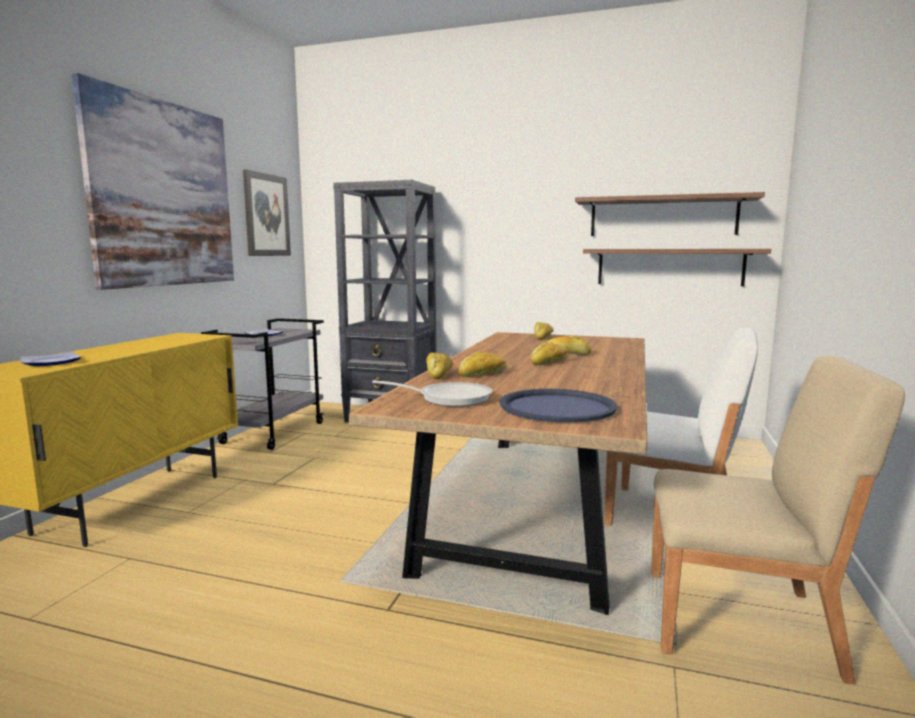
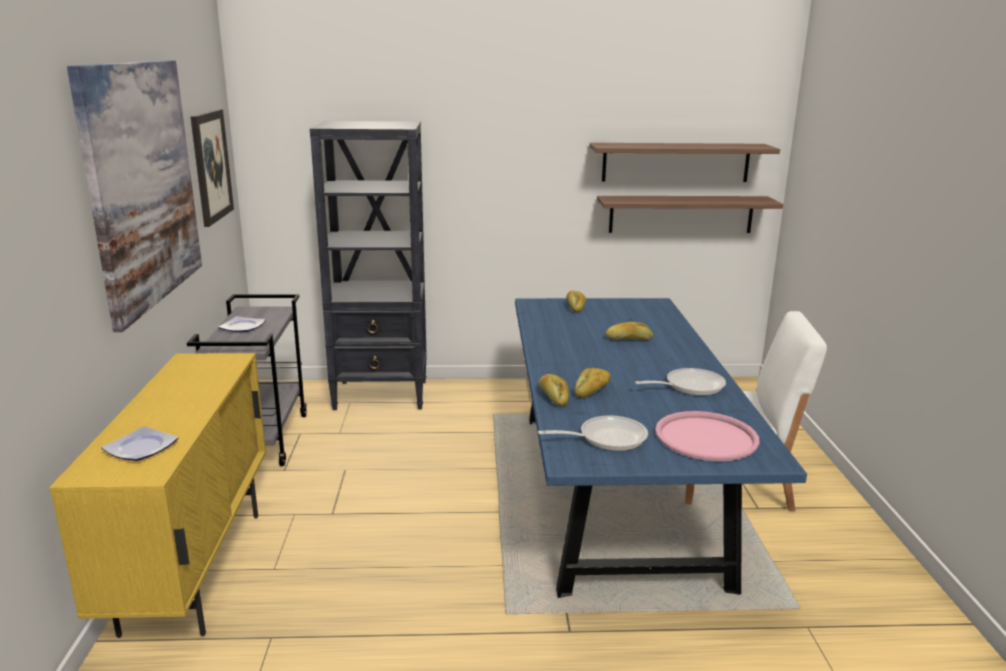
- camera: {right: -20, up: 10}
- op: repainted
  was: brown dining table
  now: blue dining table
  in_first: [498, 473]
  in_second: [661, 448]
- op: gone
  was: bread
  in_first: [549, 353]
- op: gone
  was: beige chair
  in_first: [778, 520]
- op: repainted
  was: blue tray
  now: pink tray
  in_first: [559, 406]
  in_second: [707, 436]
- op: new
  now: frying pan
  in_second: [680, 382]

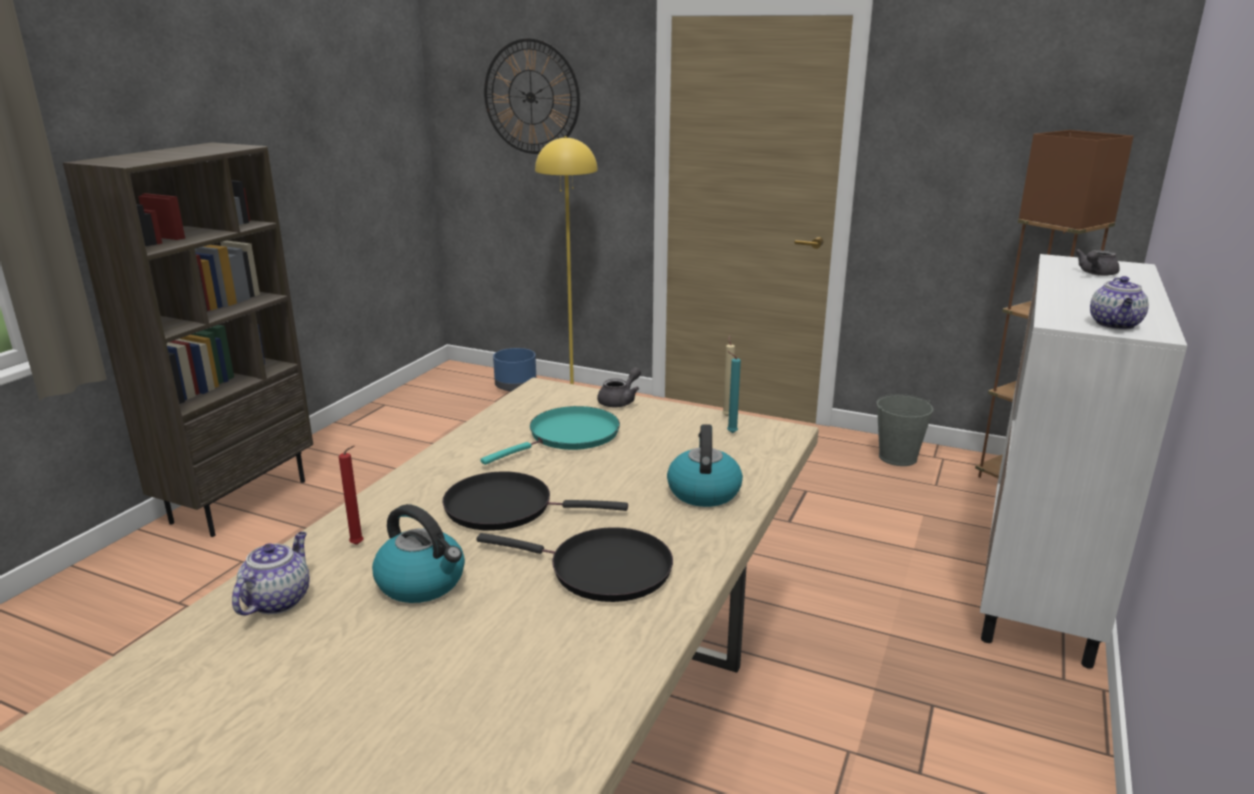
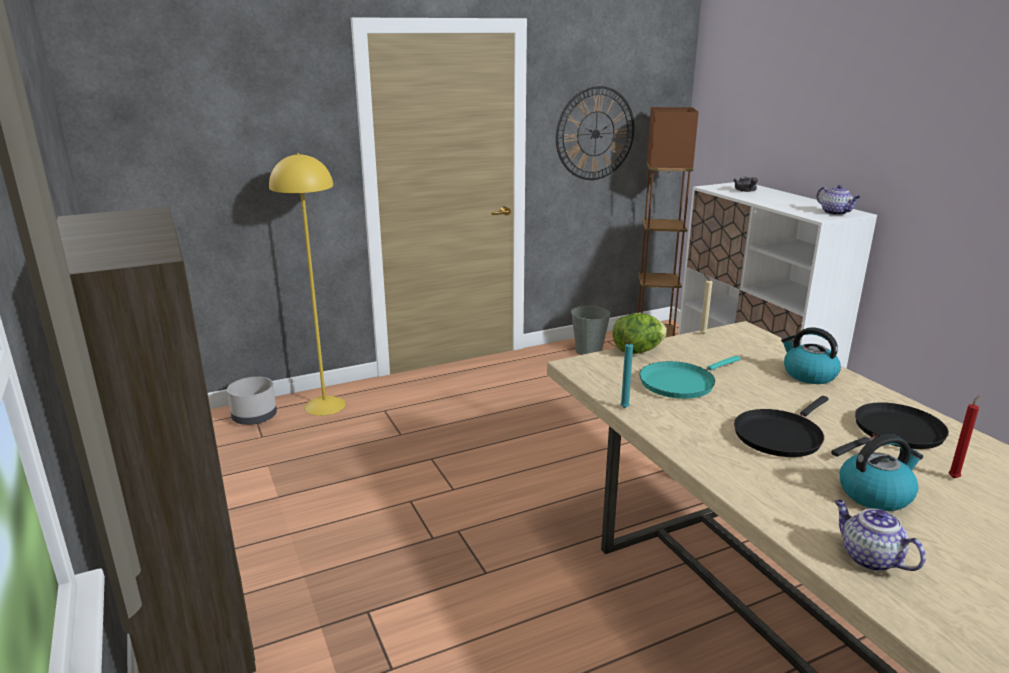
- camera: {right: -50, up: 0}
- op: shifted
  was: wall clock
  in_first: [532, 96]
  in_second: [595, 133]
- op: repainted
  was: blue planter
  now: grey planter
  in_first: [514, 370]
  in_second: [252, 401]
- op: shifted
  was: turquoise candle
  in_first: [734, 392]
  in_second: [626, 374]
- op: swapped
  was: grey teapot
  now: lettuce
  in_first: [619, 387]
  in_second: [639, 333]
- op: rotated
  was: turquoise frying pan
  in_first: [550, 435]
  in_second: [690, 377]
  clockwise: -120
- op: shifted
  was: red candle
  in_first: [351, 495]
  in_second: [964, 436]

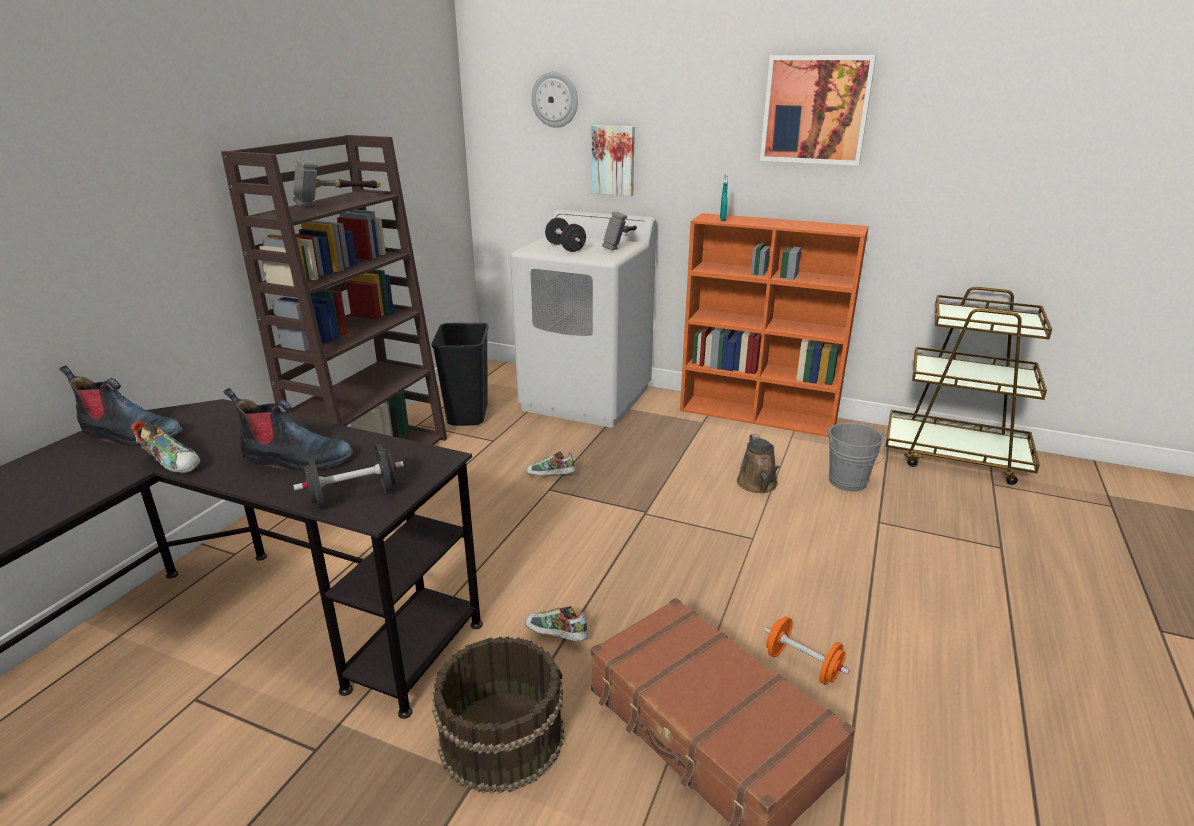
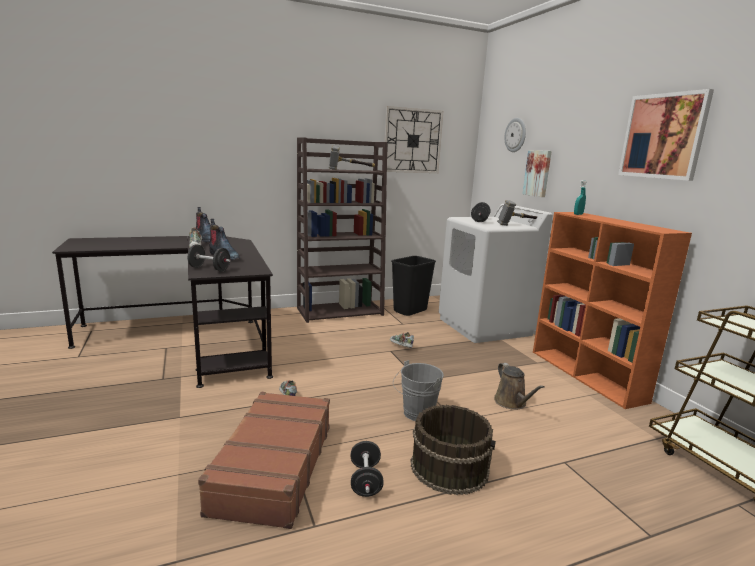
- camera: {right: 45, up: -10}
- op: shifted
  was: grey bucket
  in_first: [857, 457]
  in_second: [418, 390]
- op: rotated
  was: brown watering can
  in_first: [758, 463]
  in_second: [519, 386]
  clockwise: -60
- op: repainted
  was: orange dumbbell
  now: black dumbbell
  in_first: [807, 650]
  in_second: [367, 469]
- op: shifted
  was: brown bucket
  in_first: [498, 715]
  in_second: [453, 450]
- op: new
  now: wall clock
  in_second: [413, 139]

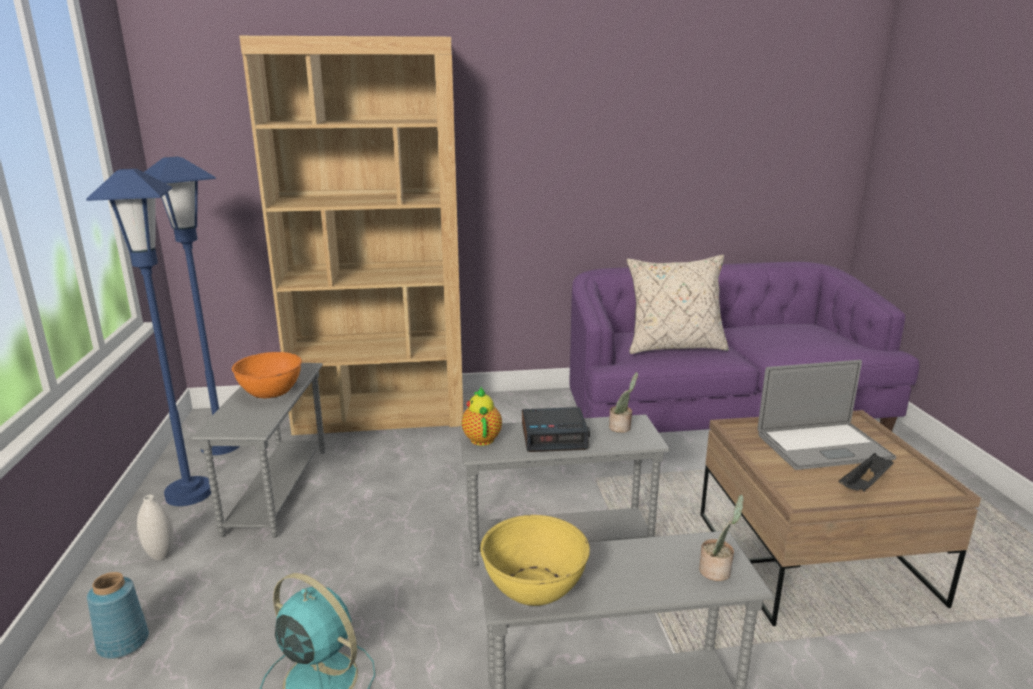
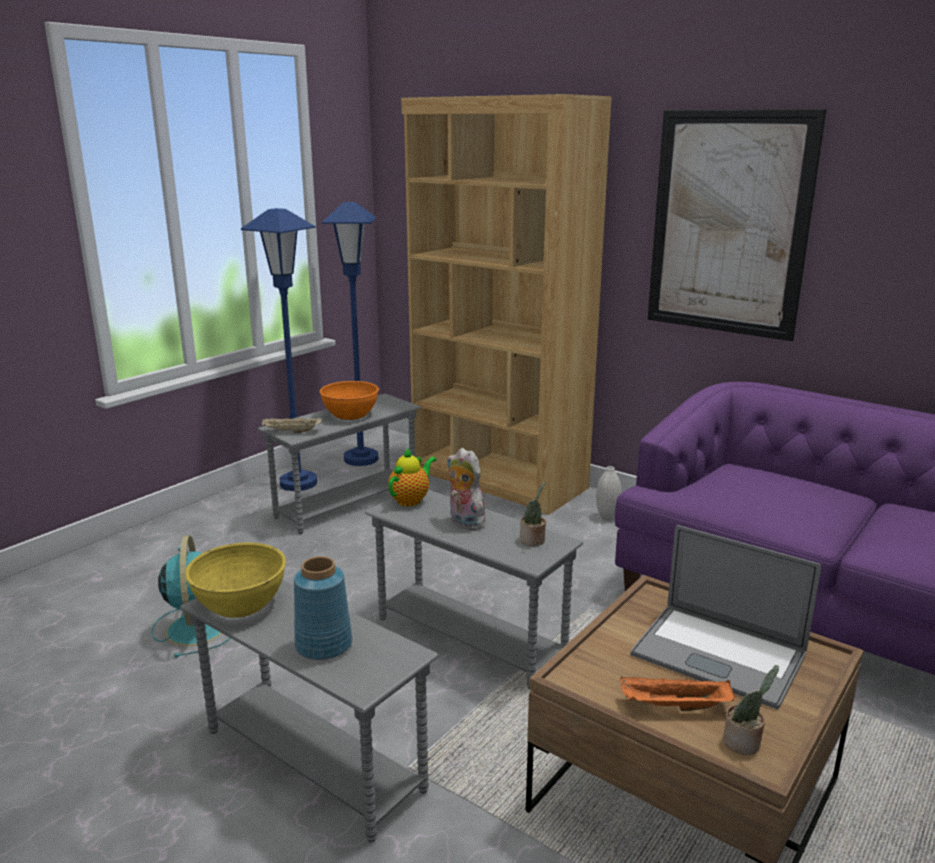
- camera: {right: 45, up: 0}
- op: gone
  was: beige pillow
  in_first: [678, 304]
- op: swapped
  was: alarm clock
  now: plush toy
  in_first: [556, 429]
  in_second: [469, 489]
- op: repainted
  was: black tray
  now: orange tray
  in_first: [866, 472]
  in_second: [677, 693]
- op: shifted
  was: white vase
  in_first: [155, 527]
  in_second: [609, 493]
- op: shifted
  was: potted plant
  in_first: [721, 538]
  in_second: [751, 710]
- op: shifted
  was: blue vase
  in_first: [118, 615]
  in_second: [323, 608]
- op: new
  now: picture
  in_second: [737, 225]
- op: new
  now: beige tray
  in_second: [292, 425]

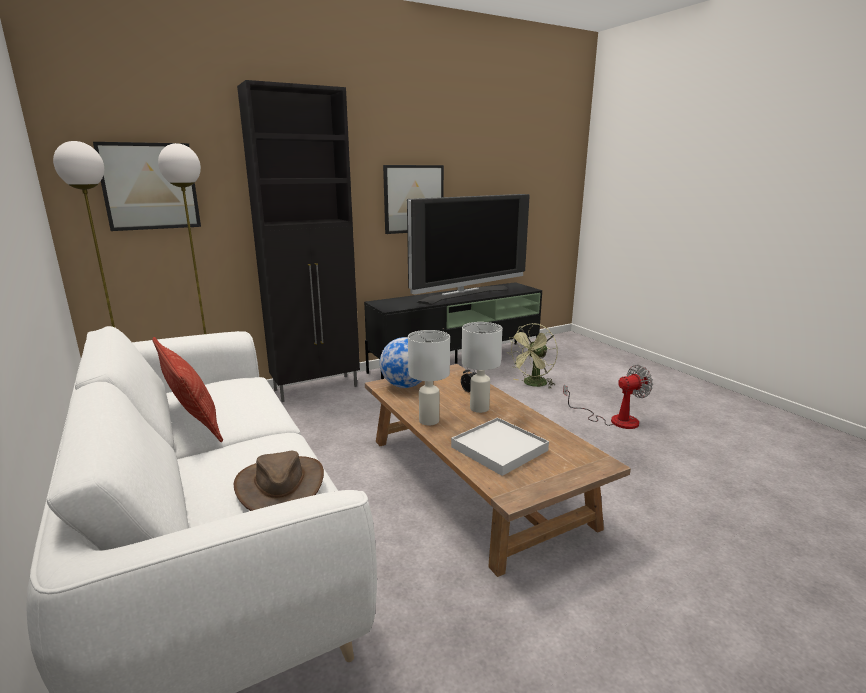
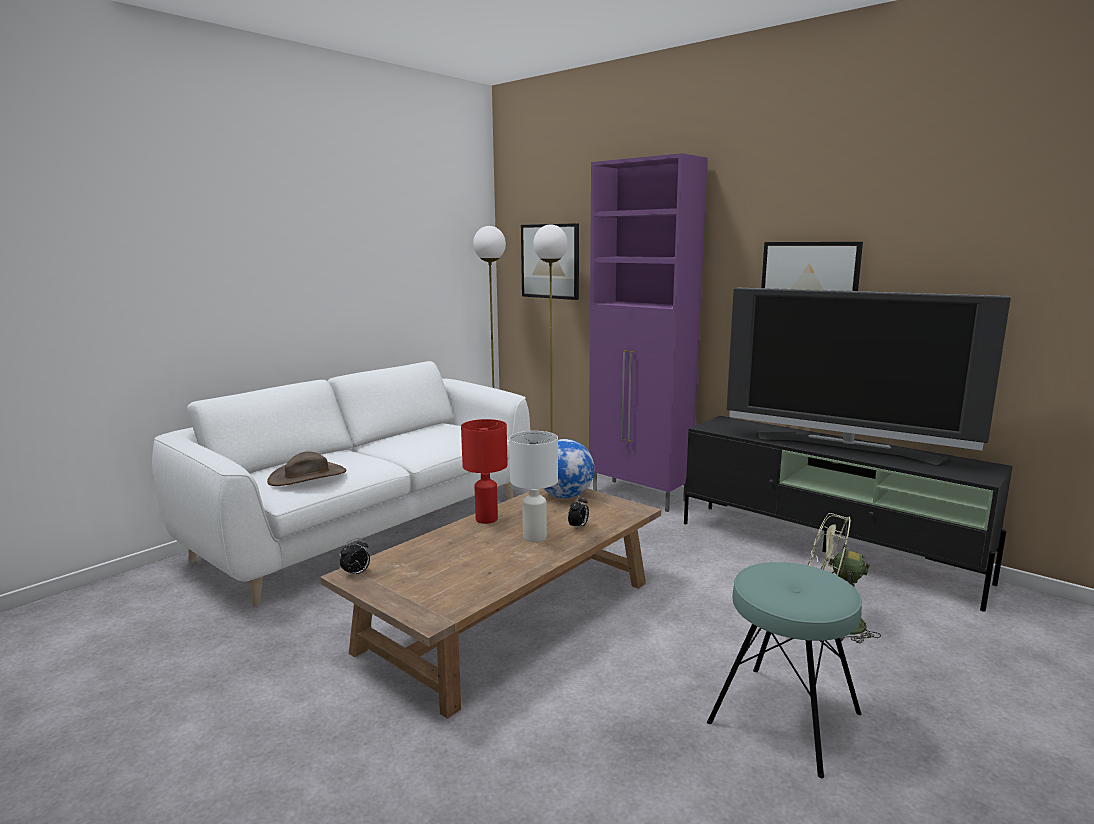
- camera: {right: 70, up: -5}
- op: repainted
  was: black cabinet
  now: purple cabinet
  in_first: [298, 241]
  in_second: [648, 332]
- op: repainted
  was: white table lamp
  now: red table lamp
  in_first: [429, 377]
  in_second: [484, 471]
- op: gone
  was: pillow
  in_first: [187, 389]
- op: swapped
  was: fan
  now: turquoise stool
  in_first: [608, 397]
  in_second: [784, 670]
- op: gone
  was: white tray
  in_first: [500, 446]
- op: new
  now: alarm clock
  in_second: [355, 557]

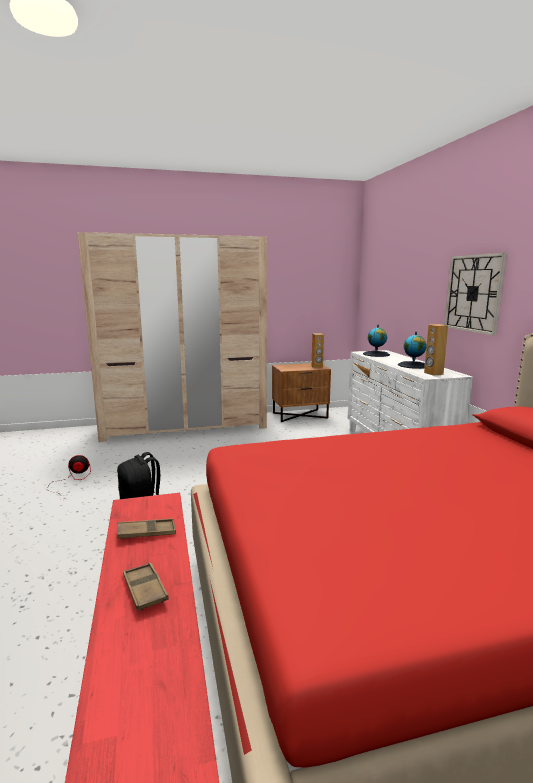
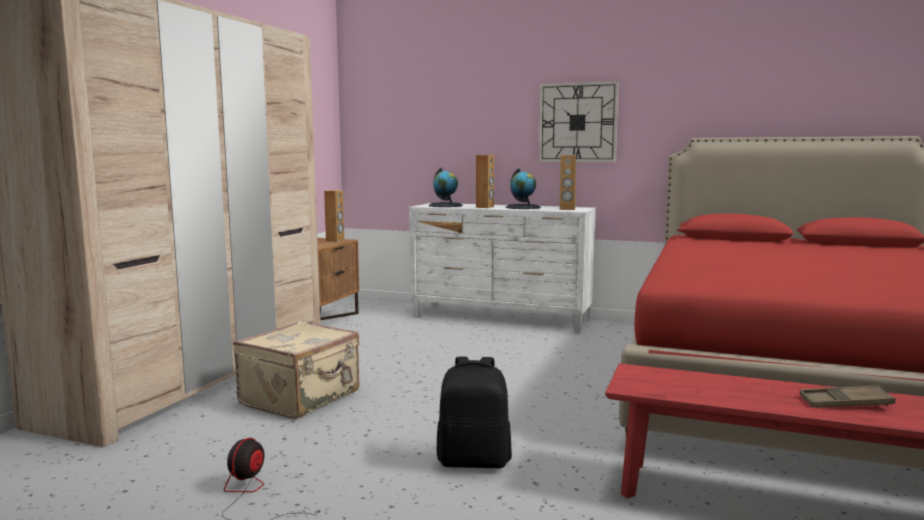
- camera: {right: -55, up: -5}
- op: gone
  was: brown tray
  in_first: [146, 529]
- op: new
  now: brown speaker
  in_second: [485, 181]
- op: new
  now: beige suitcase
  in_second: [296, 370]

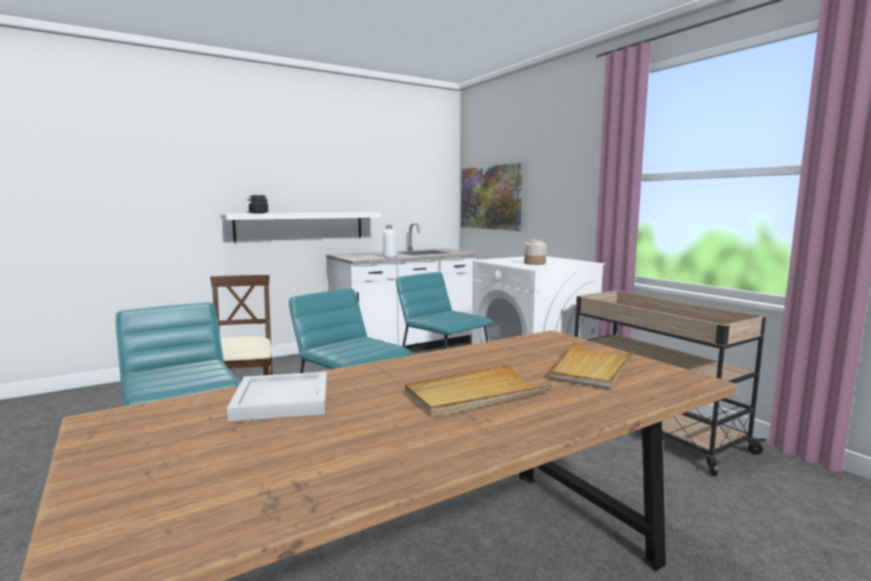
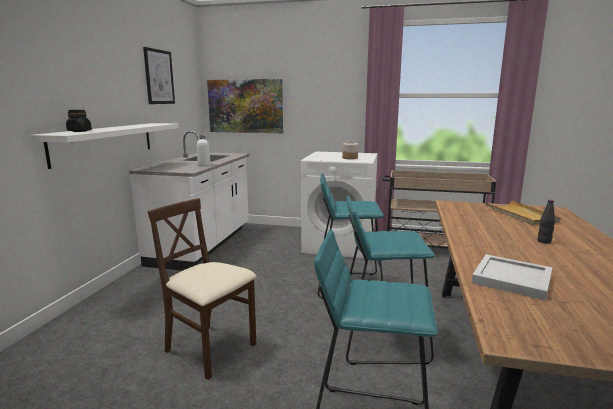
- camera: {right: -45, up: 5}
- op: swapped
  was: beige tray
  now: black bottle
  in_first: [478, 390]
  in_second: [546, 222]
- op: new
  now: picture
  in_second: [159, 75]

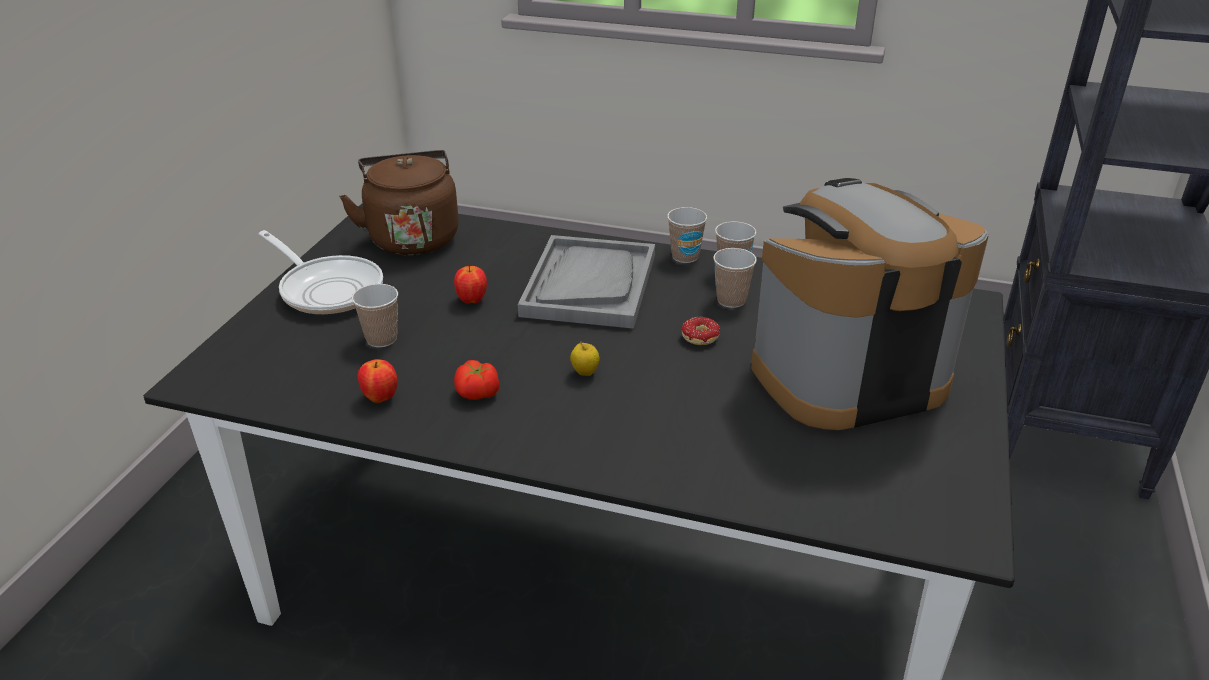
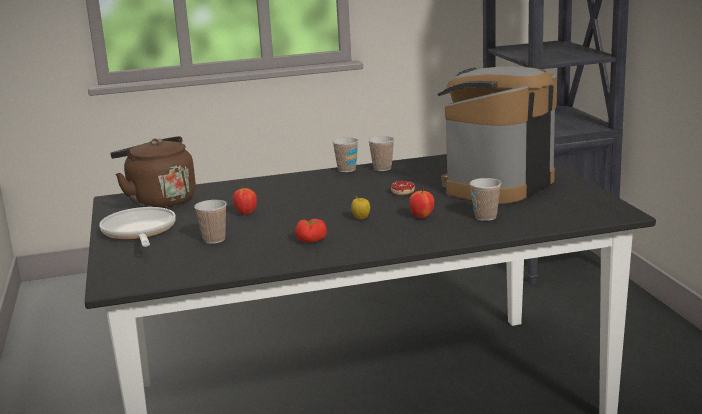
- camera: {right: -30, up: -15}
- op: rotated
  was: frying pan
  in_first: [320, 272]
  in_second: [137, 227]
  clockwise: -120
- op: gone
  was: grey tray
  in_first: [586, 282]
- op: shifted
  was: cup
  in_first: [735, 278]
  in_second: [486, 199]
- op: shifted
  was: apple
  in_first: [377, 381]
  in_second: [421, 204]

